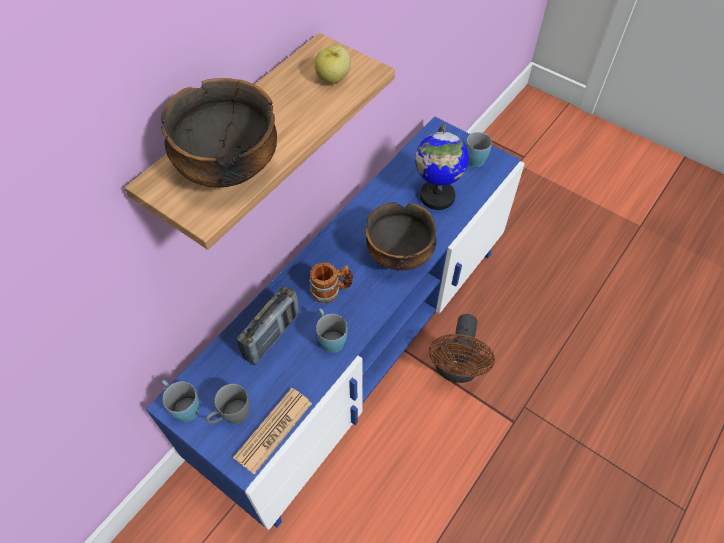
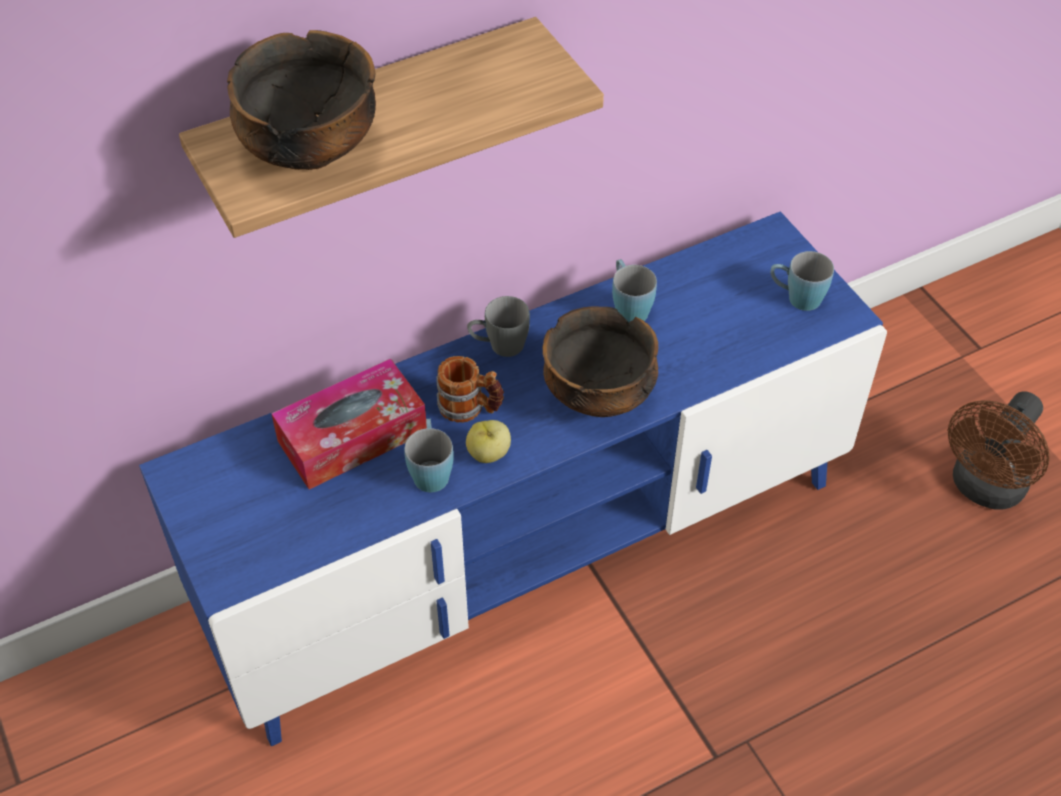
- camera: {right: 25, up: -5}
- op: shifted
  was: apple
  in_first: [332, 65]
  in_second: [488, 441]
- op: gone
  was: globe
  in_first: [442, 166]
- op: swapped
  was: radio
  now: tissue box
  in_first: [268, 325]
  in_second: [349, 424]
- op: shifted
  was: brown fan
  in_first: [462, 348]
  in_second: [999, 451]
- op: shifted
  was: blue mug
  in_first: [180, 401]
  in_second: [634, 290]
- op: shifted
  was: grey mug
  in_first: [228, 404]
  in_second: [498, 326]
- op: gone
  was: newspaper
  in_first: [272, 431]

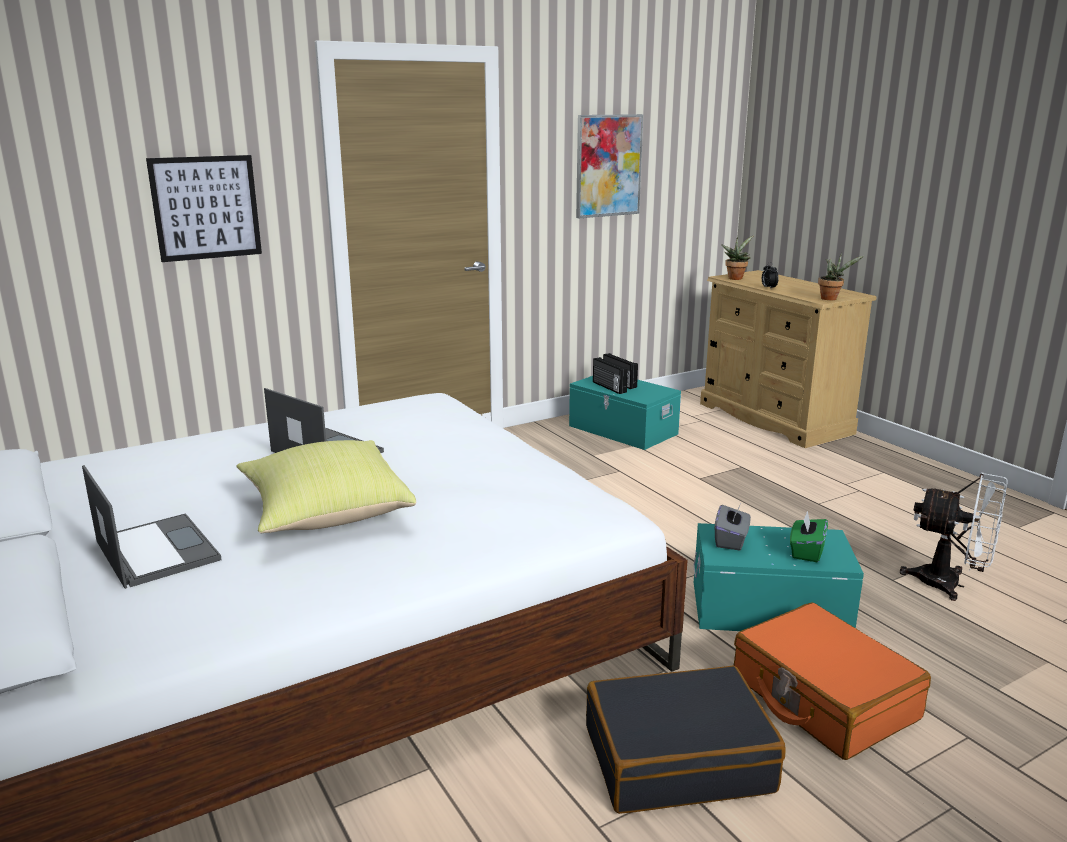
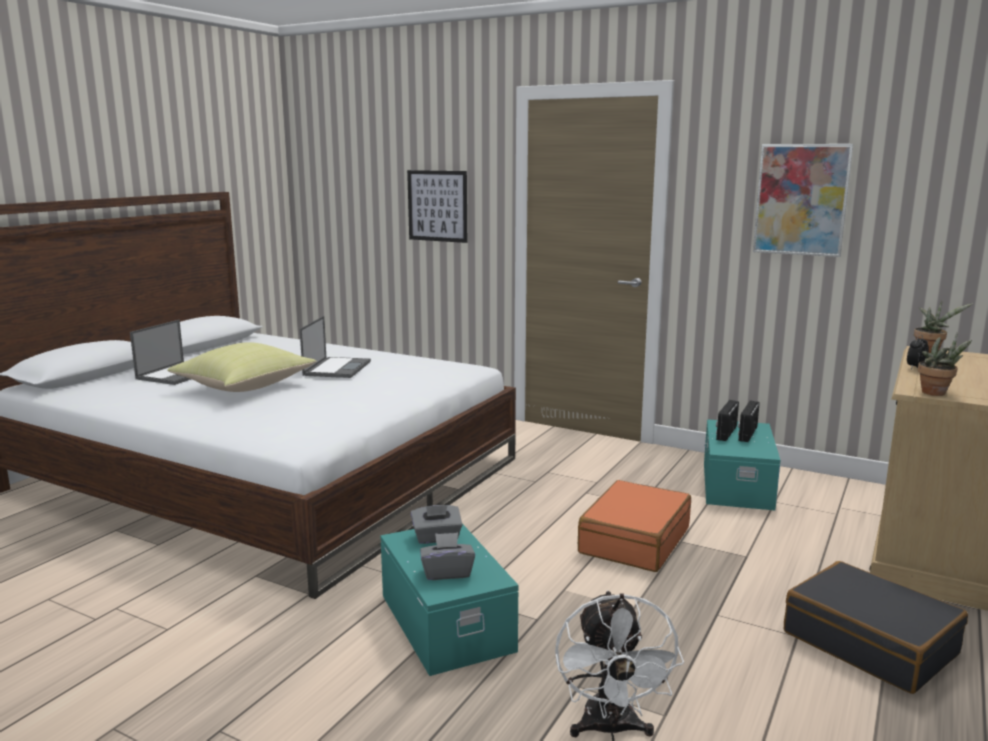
- camera: {right: 60, up: -5}
- op: repainted
  was: green tissue box
  now: grey tissue box
  in_first: [809, 536]
  in_second: [447, 556]
- op: shifted
  was: orange suitcase
  in_first: [832, 681]
  in_second: [634, 526]
- op: shifted
  was: black suitcase
  in_first: [686, 739]
  in_second: [876, 627]

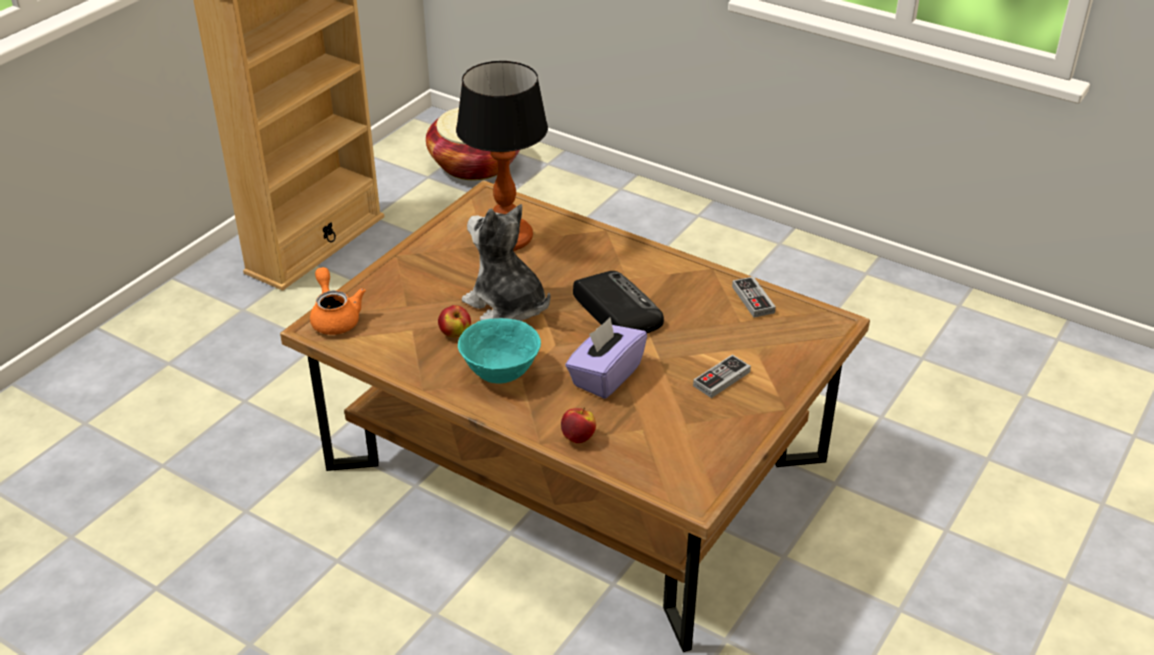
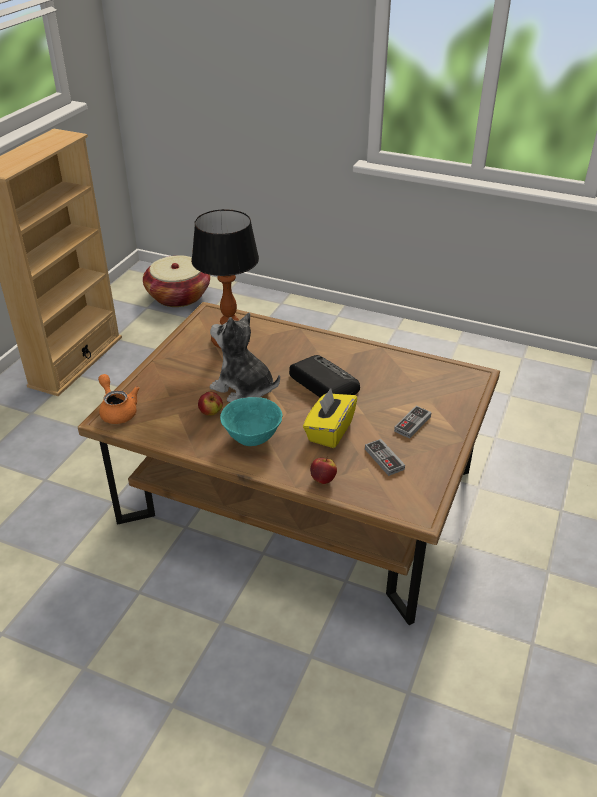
- camera: {right: -10, up: 0}
- op: shifted
  was: game controller
  in_first: [754, 297]
  in_second: [385, 457]
- op: repainted
  was: purple tissue box
  now: yellow tissue box
  in_first: [606, 358]
  in_second: [330, 418]

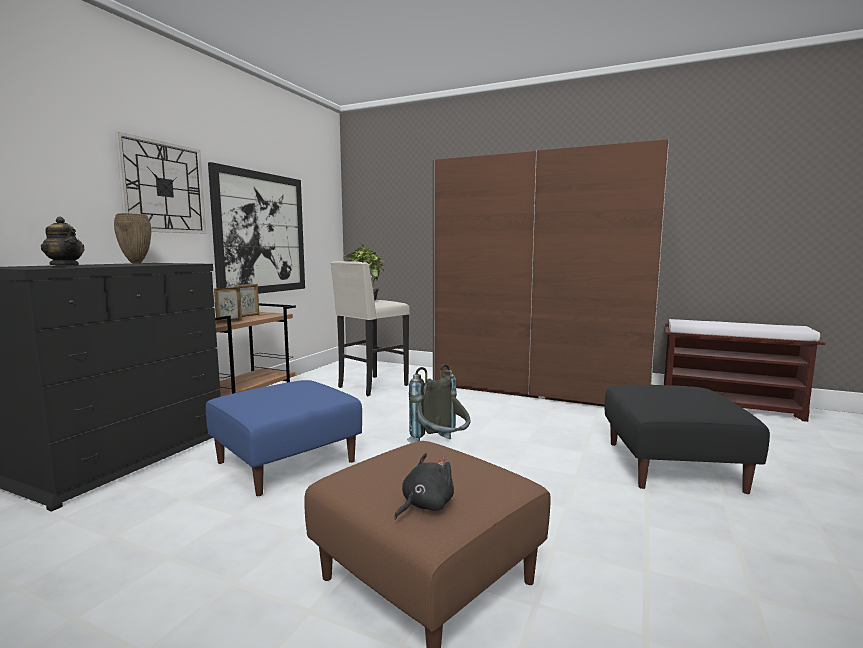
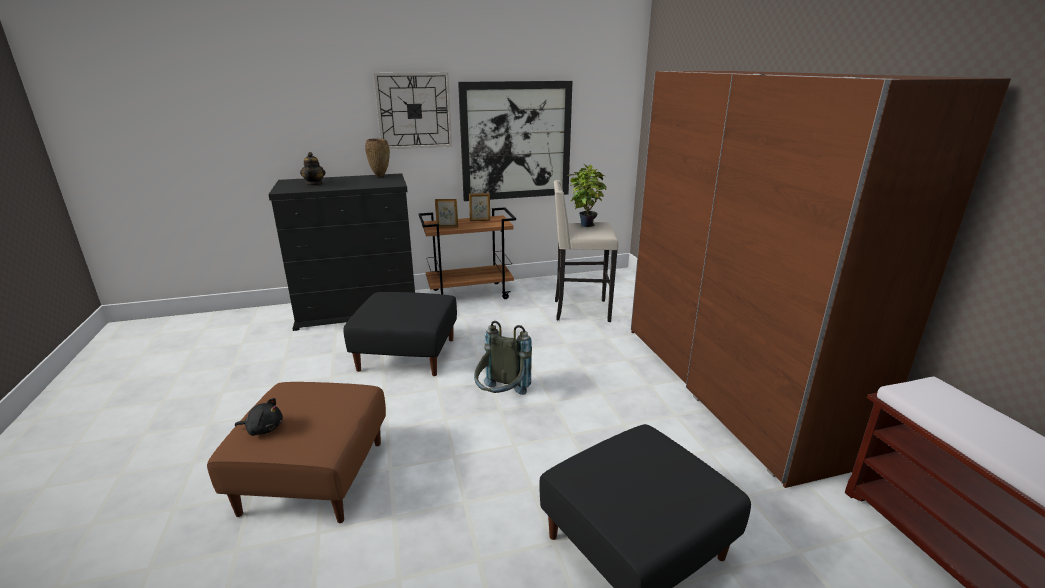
- camera: {right: 50, up: 15}
- op: repainted
  was: blue ottoman
  now: black ottoman
  in_first: [284, 438]
  in_second: [400, 334]

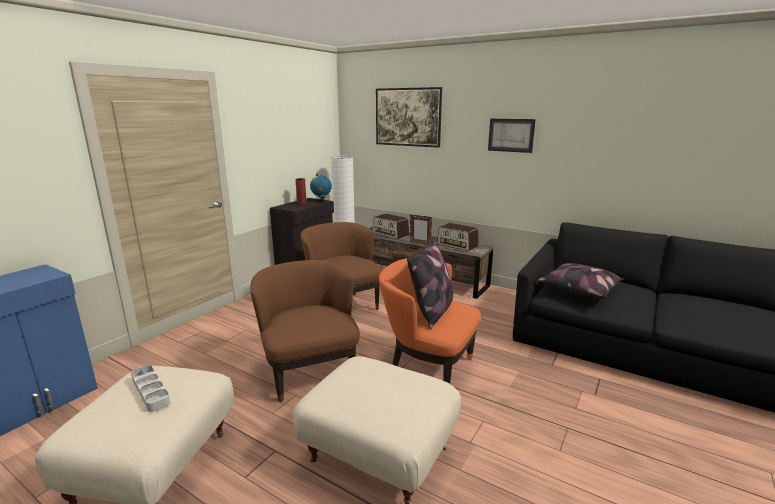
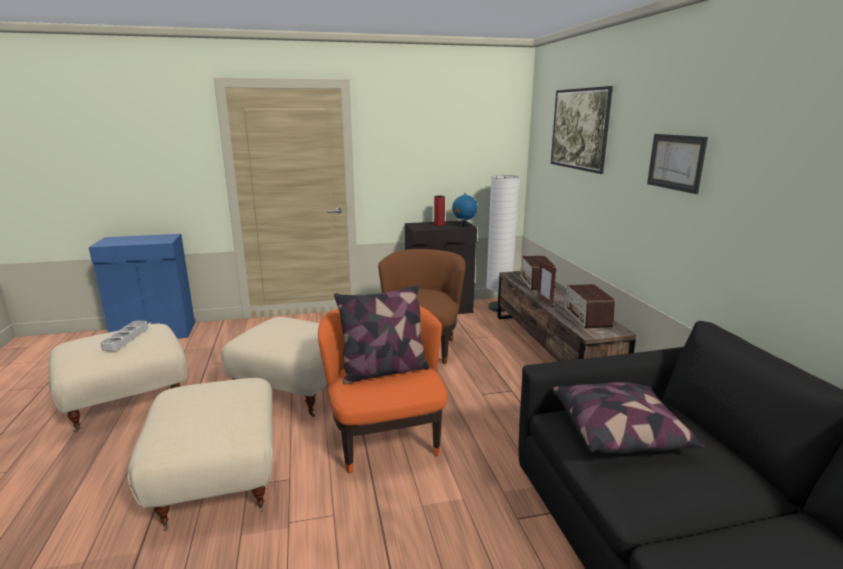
- camera: {right: 45, up: 0}
- op: swapped
  was: brown armchair
  now: beige ottoman
  in_first: [305, 331]
  in_second: [274, 367]

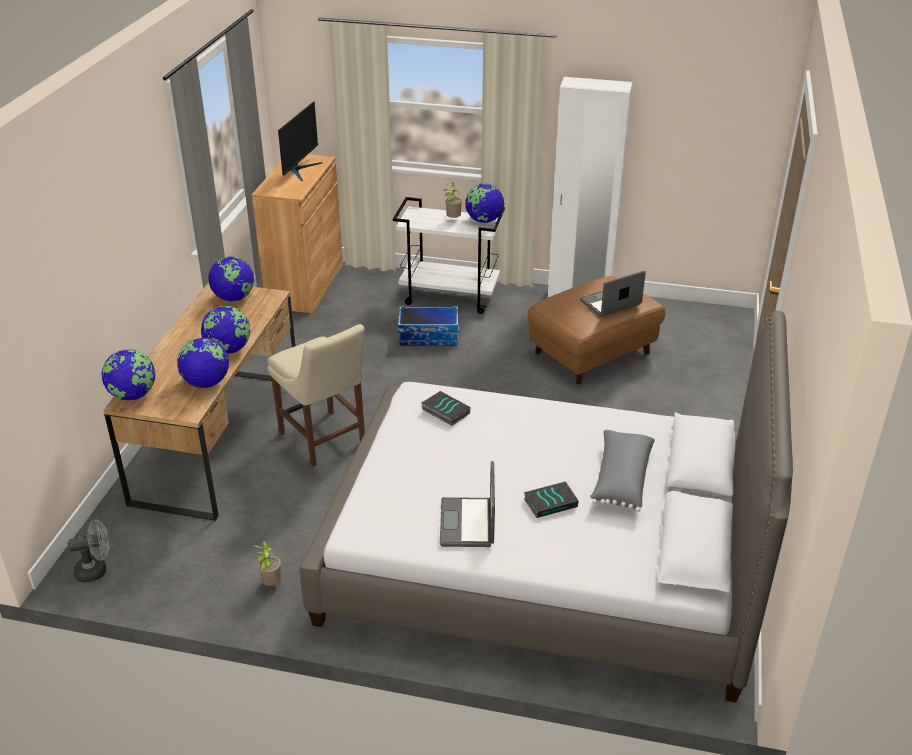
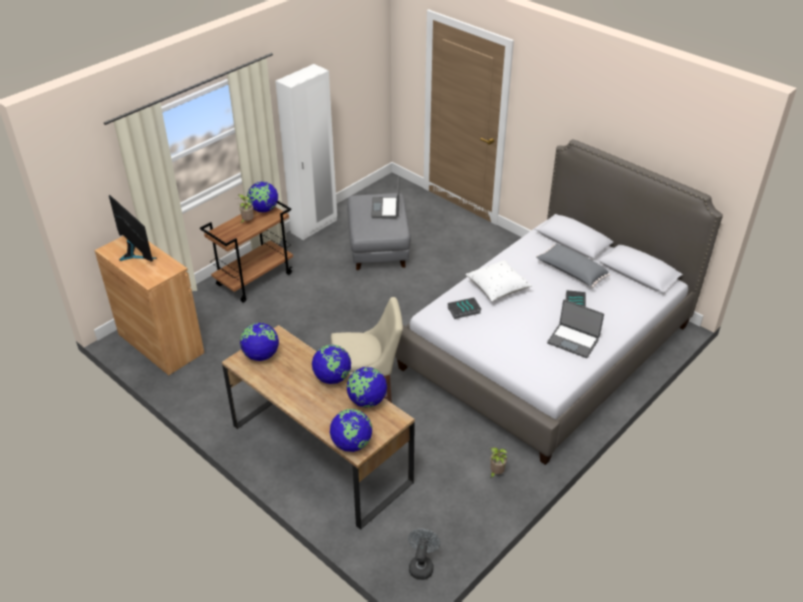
- camera: {right: -60, up: 5}
- op: repainted
  was: white cart
  now: brown cart
  in_first: [449, 255]
  in_second: [246, 251]
- op: repainted
  was: brown ottoman
  now: grey ottoman
  in_first: [596, 330]
  in_second: [379, 231]
- op: gone
  was: storage box
  in_first: [428, 326]
- op: new
  now: white pillow
  in_second: [498, 281]

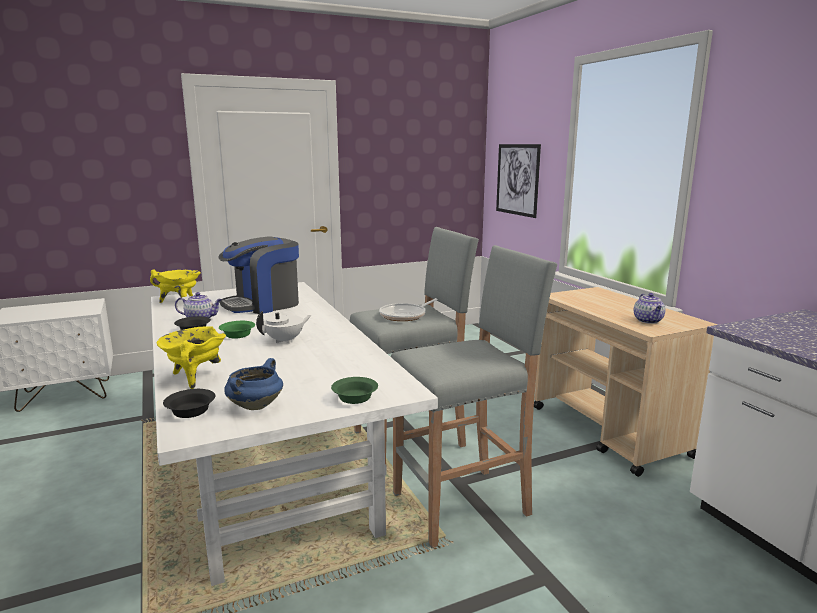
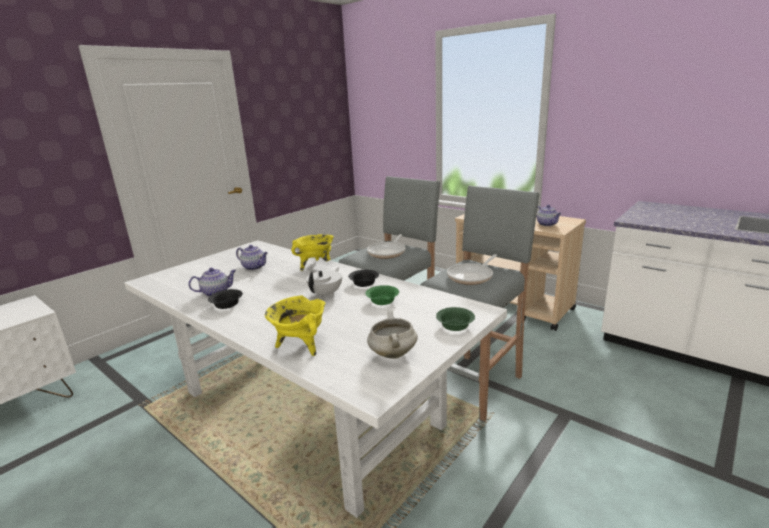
- camera: {right: -25, up: 5}
- op: gone
  was: picture
  in_first: [518, 181]
- op: swapped
  was: coffee machine
  now: teapot
  in_first: [259, 275]
  in_second: [252, 257]
- op: shifted
  was: yellow cooking pot
  in_first: [175, 286]
  in_second: [312, 252]
- op: shifted
  was: green bowl
  in_first: [237, 329]
  in_second: [382, 295]
- op: repainted
  was: blue cooking pot
  now: white cooking pot
  in_first: [253, 384]
  in_second: [392, 334]
- op: shifted
  was: black bowl
  in_first: [189, 403]
  in_second: [363, 278]
- op: new
  now: frying pan
  in_second: [472, 269]

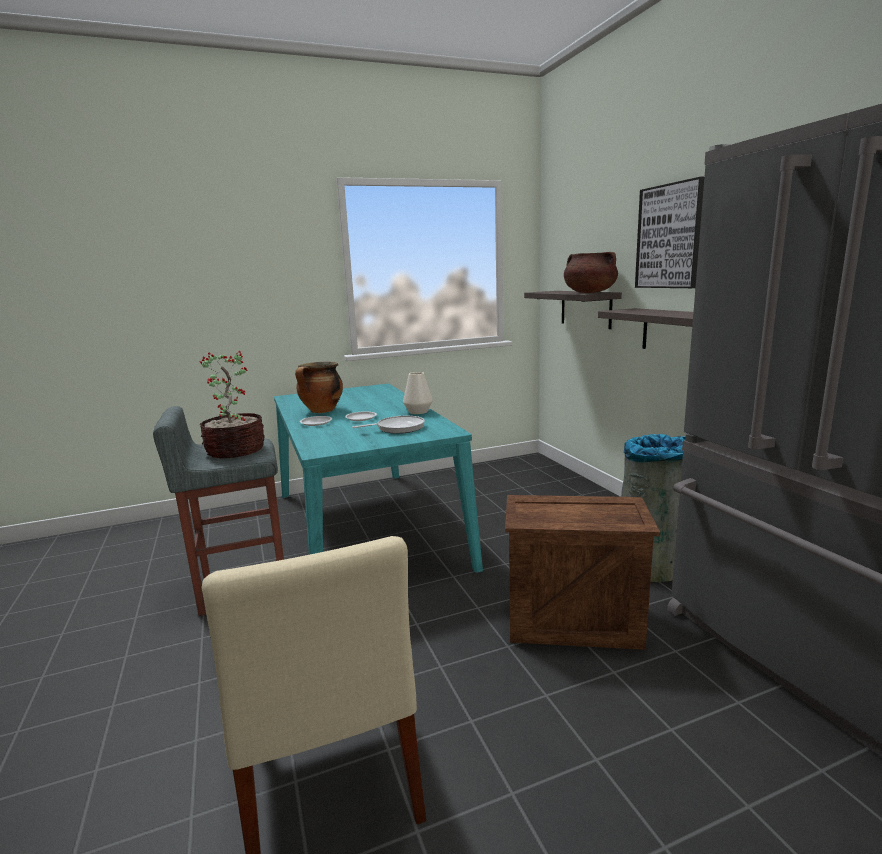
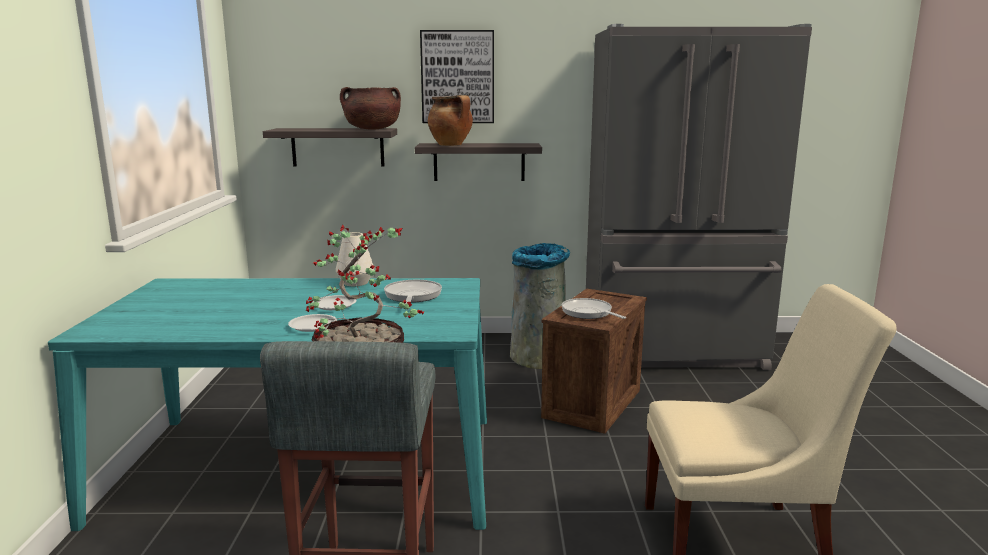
- camera: {right: -70, up: 0}
- op: shifted
  was: cooking pot
  in_first: [319, 387]
  in_second: [450, 120]
- op: new
  now: frying pan
  in_second: [594, 308]

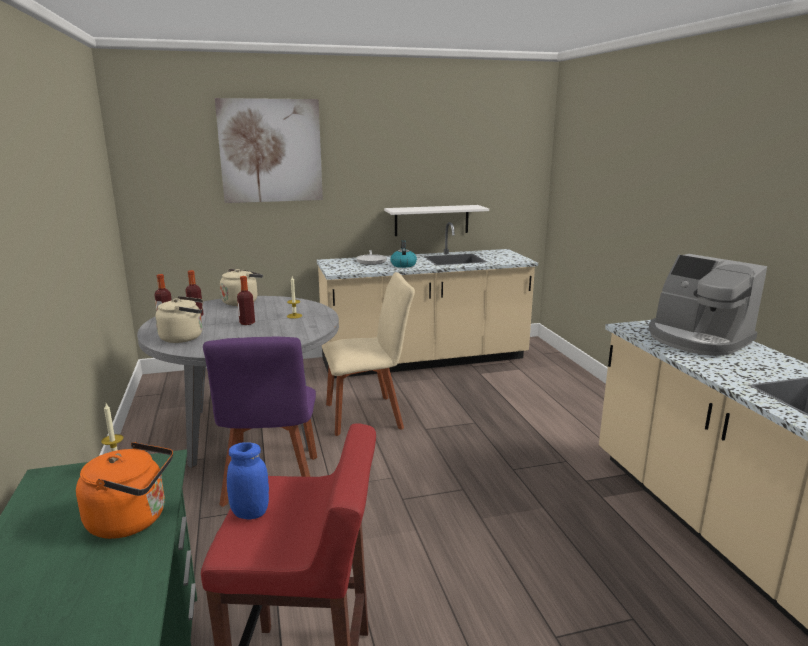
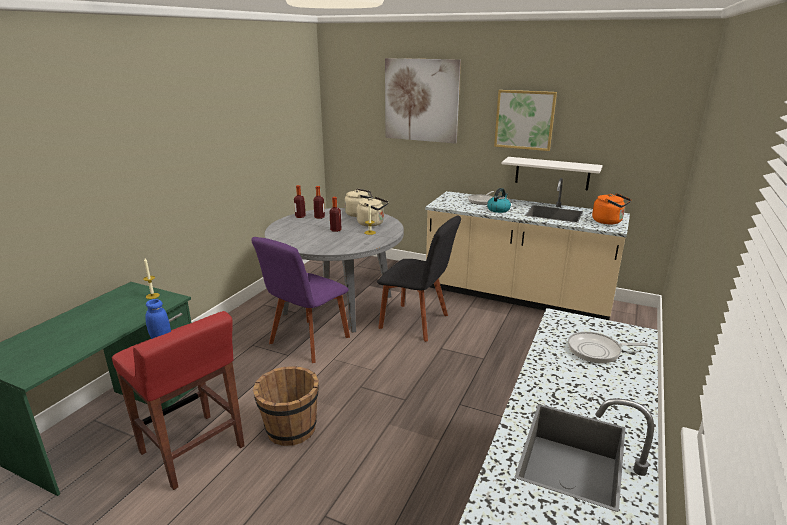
- camera: {right: 40, up: 5}
- op: swapped
  was: coffee machine
  now: frying pan
  in_first: [708, 305]
  in_second: [608, 347]
- op: repainted
  was: beige chair
  now: black chair
  in_first: [369, 354]
  in_second: [419, 279]
- op: shifted
  was: beige kettle
  in_first: [179, 319]
  in_second: [372, 212]
- op: shifted
  was: orange kettle
  in_first: [124, 490]
  in_second: [611, 208]
- op: new
  now: picture
  in_second: [525, 120]
- op: new
  now: brown bucket
  in_second: [286, 406]

